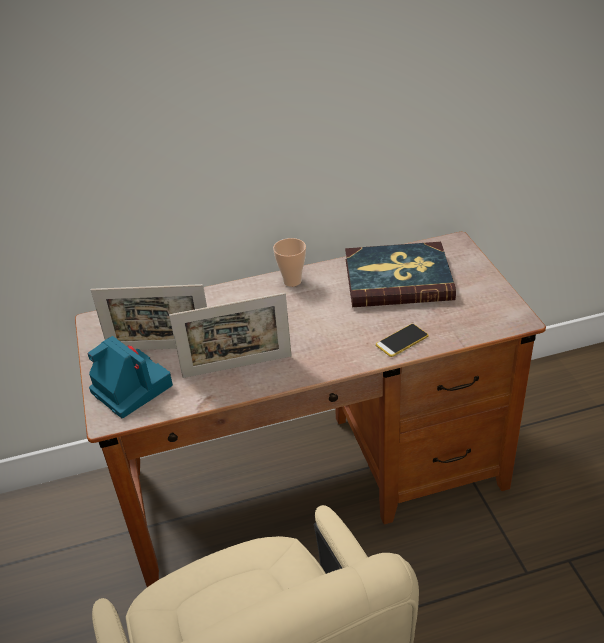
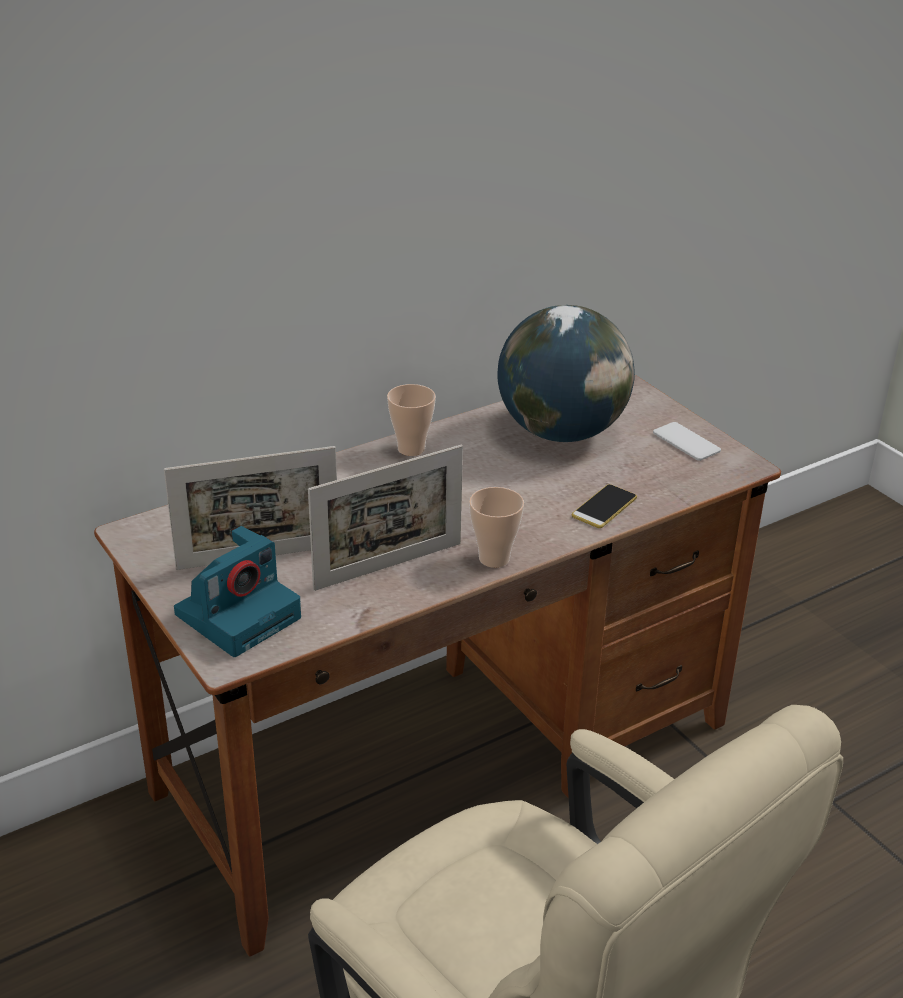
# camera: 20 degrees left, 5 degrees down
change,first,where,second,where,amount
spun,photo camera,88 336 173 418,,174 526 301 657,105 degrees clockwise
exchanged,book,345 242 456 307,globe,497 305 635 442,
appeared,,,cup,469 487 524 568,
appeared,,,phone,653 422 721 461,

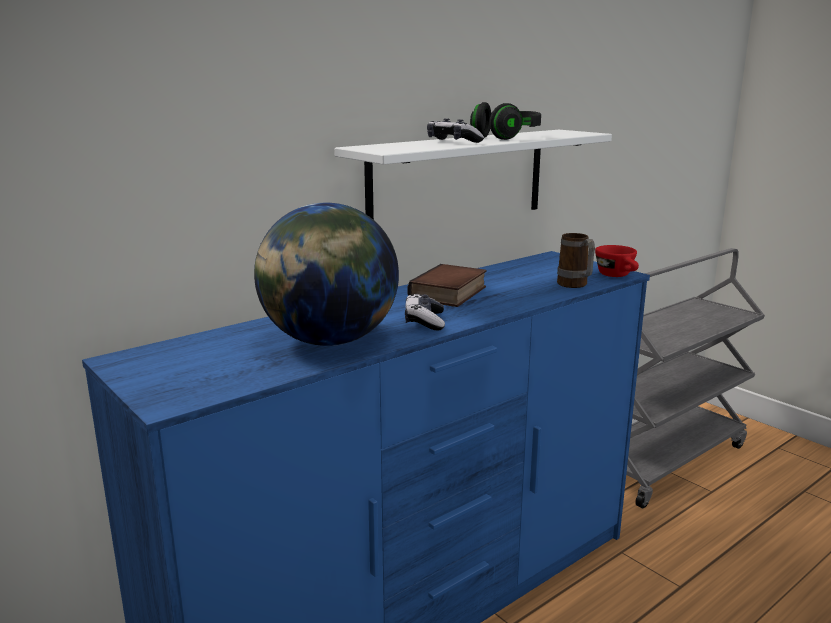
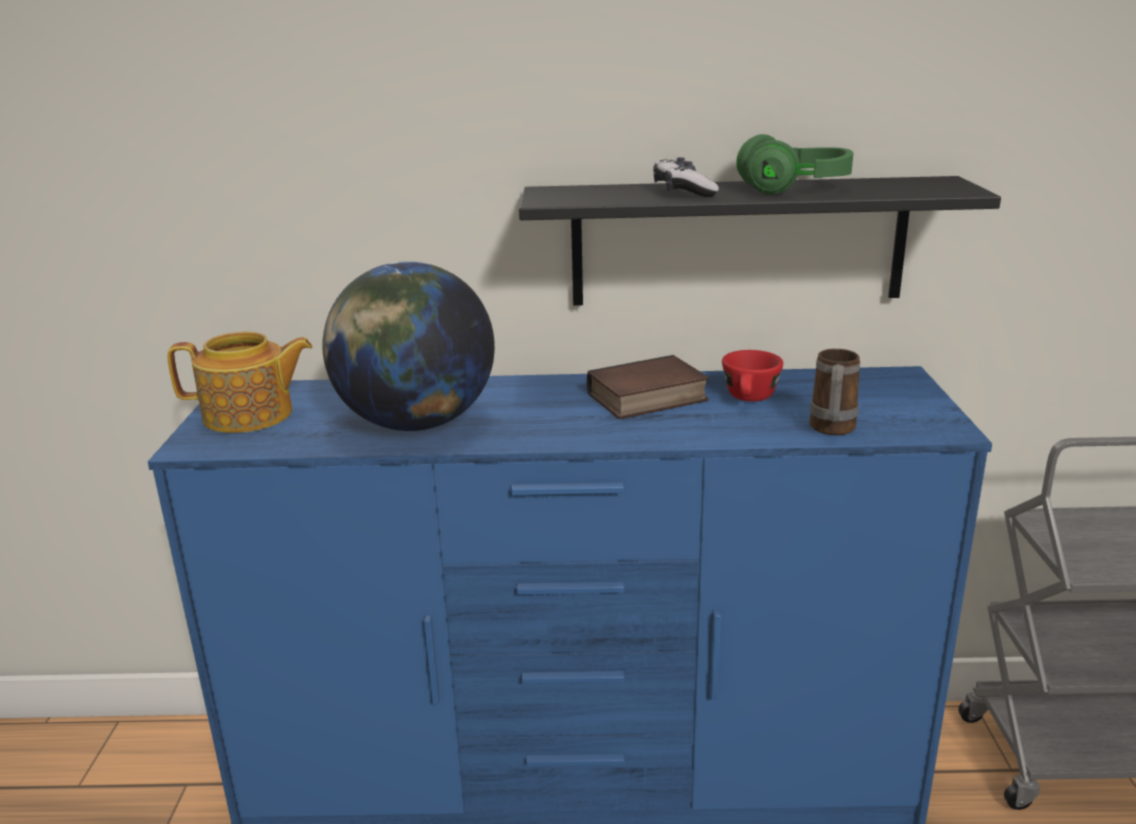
# camera: 40 degrees right, 5 degrees up
change,first,where,second,where,amount
colour,white shelf,334 130 612 220,black shelf,519 176 1001 306,
missing,game controller,405 294 445 330,,,
colour,black headphones,470 102 541 140,green headphones,736 134 853 194,
relocated,red cup,595 245 639 277,,722 350 783 401,
appeared,,,teapot,167 332 313 433,

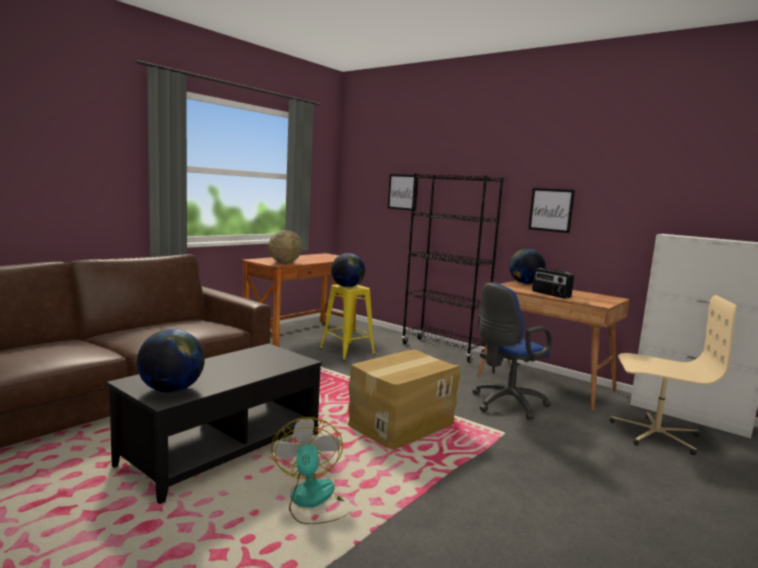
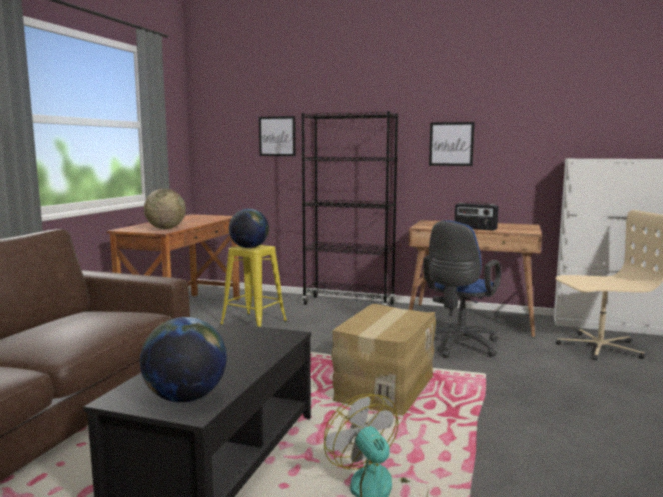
# camera: 20 degrees left, 0 degrees up
change,first,where,second,where,amount
missing,globe,509 249 546 284,,,

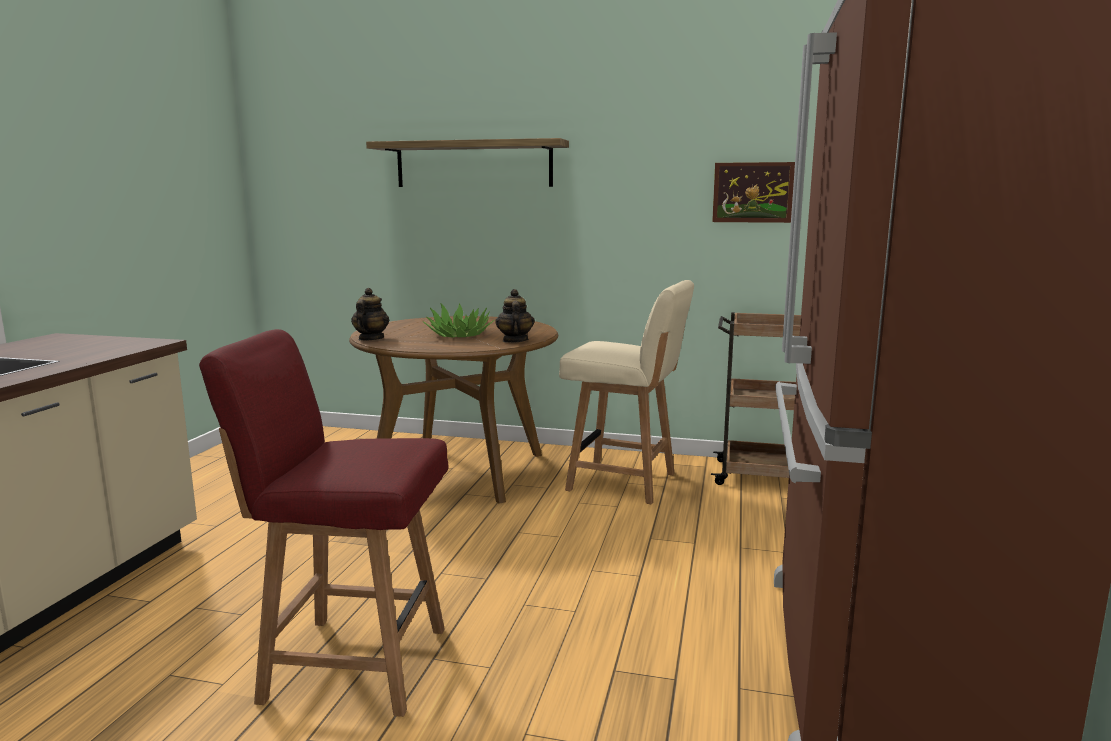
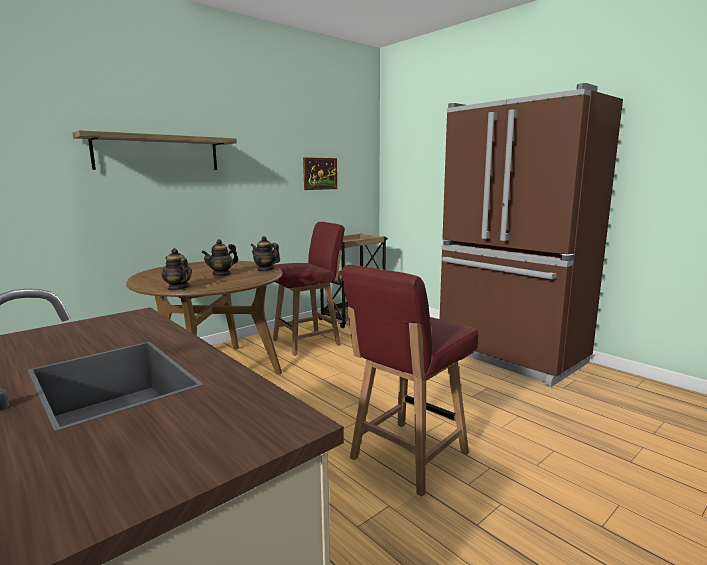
# camera: 55 degrees left, 0 degrees up
change,first,where,second,where,amount
exchanged,potted plant,422 303 494 338,teapot,201 239 238 276,
colour,beige chair,559 280 694 504,red chair,273 222 345 356,

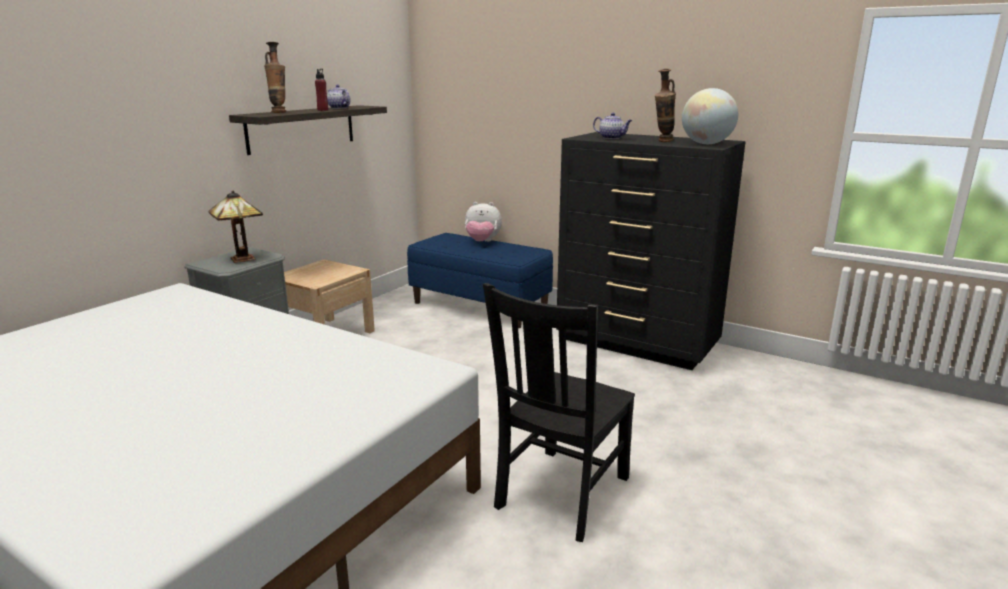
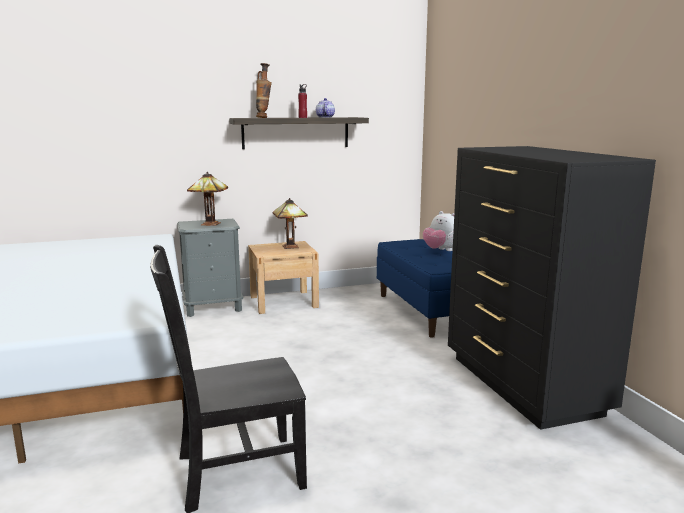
# camera: 40 degrees right, 5 degrees down
change,first,where,second,where,amount
missing,teapot,593 113 632 139,,,
missing,vase,655 69 676 142,,,
missing,globe,682 88 738 144,,,
appeared,,,table lamp,273 198 308 249,

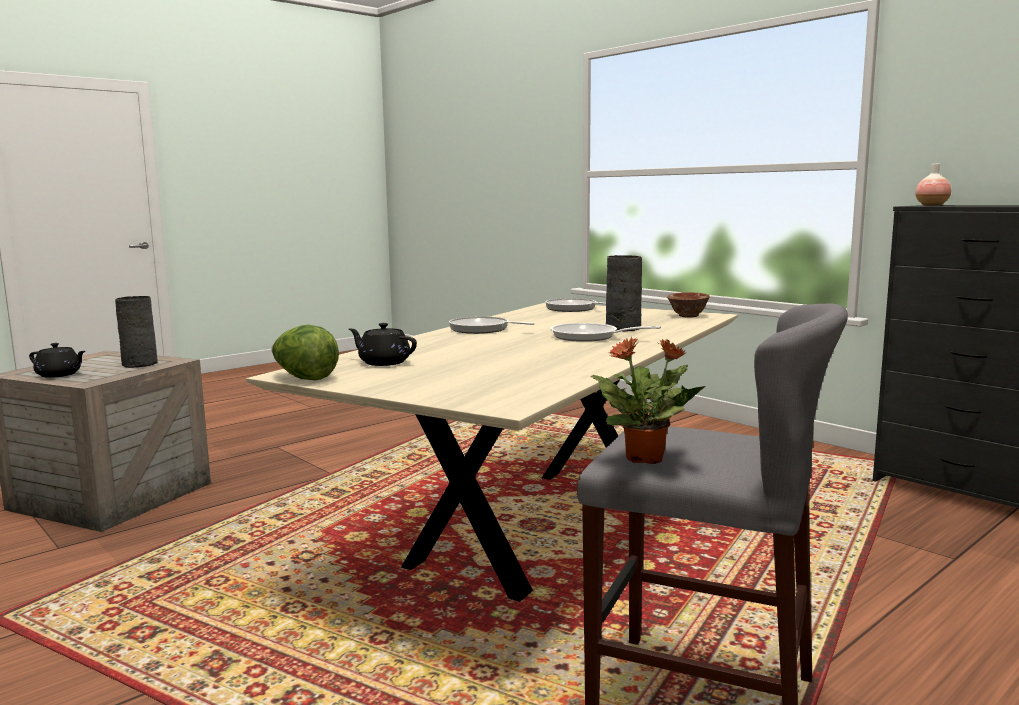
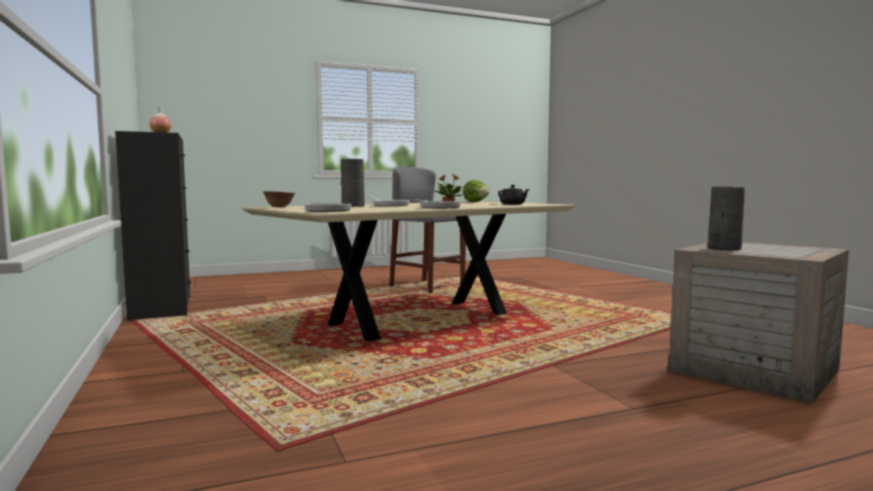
# camera: 160 degrees left, 5 degrees down
change,first,where,second,where,amount
missing,black teapot,29 343 86 378,,,
relocated,lettuce,271 325 339 380,,463 180 489 203,

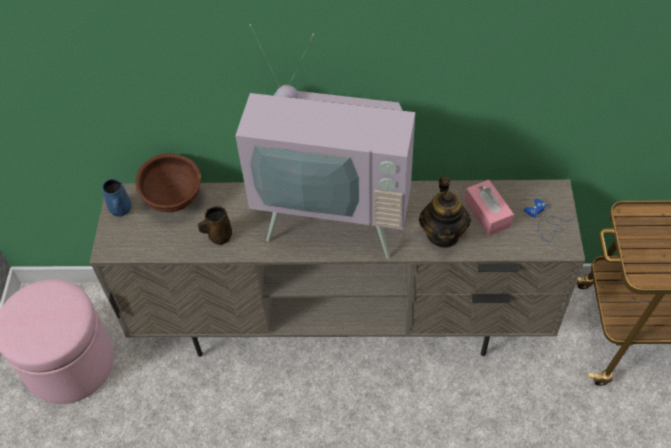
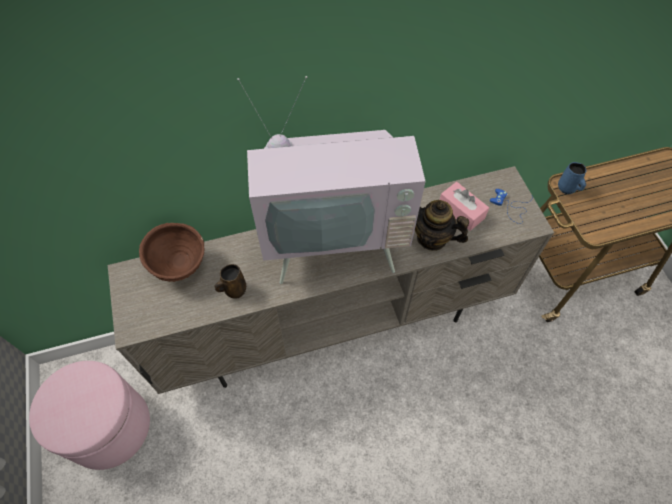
# camera: 20 degrees left, 5 degrees up
change,first,where,second,where,amount
relocated,blue mug,102 178 132 217,,558 162 587 194,
spun,teapot,419 177 471 248,,415 200 469 251,135 degrees clockwise

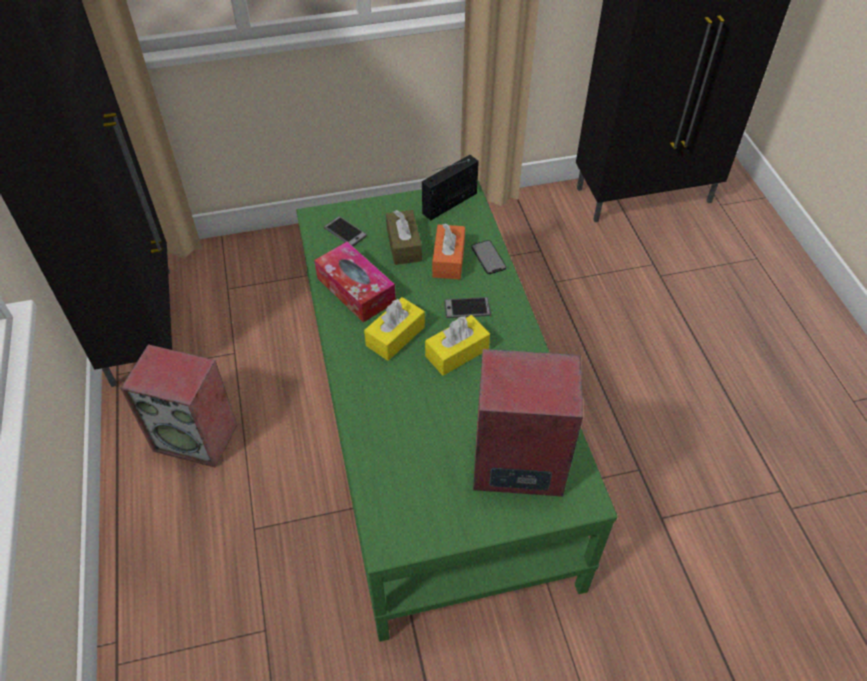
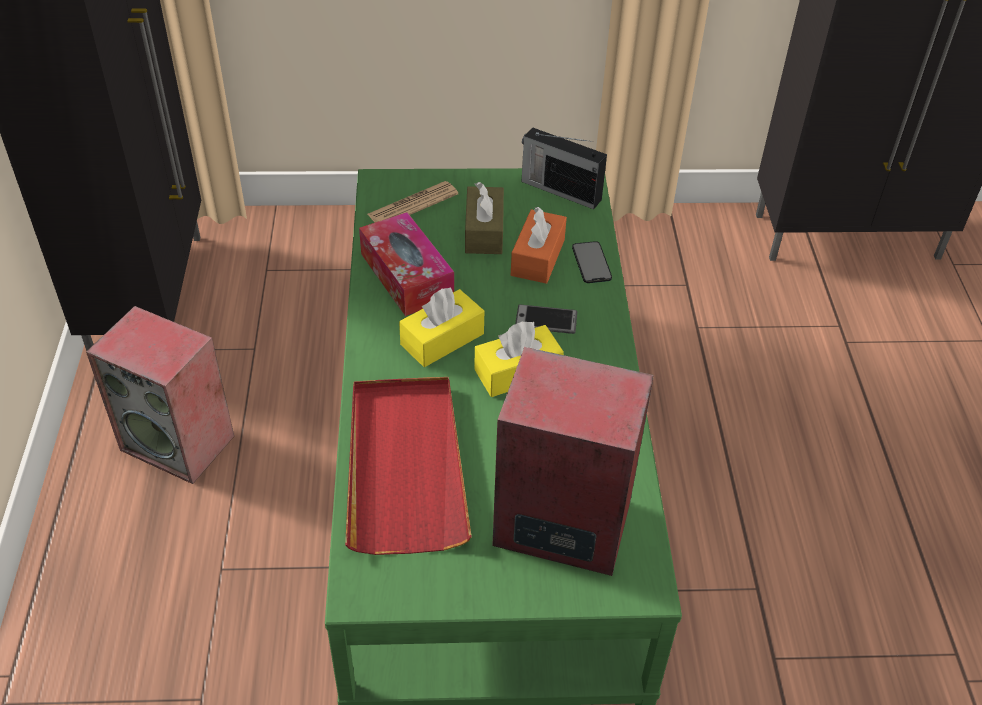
# camera: 10 degrees right, 5 degrees down
change,first,where,second,where,amount
exchanged,phone,324 216 367 246,newspaper,367 181 458 222,
spun,radio,422 155 479 221,,522 127 607 209,120 degrees counterclockwise
appeared,,,red tray,345 377 472 555,

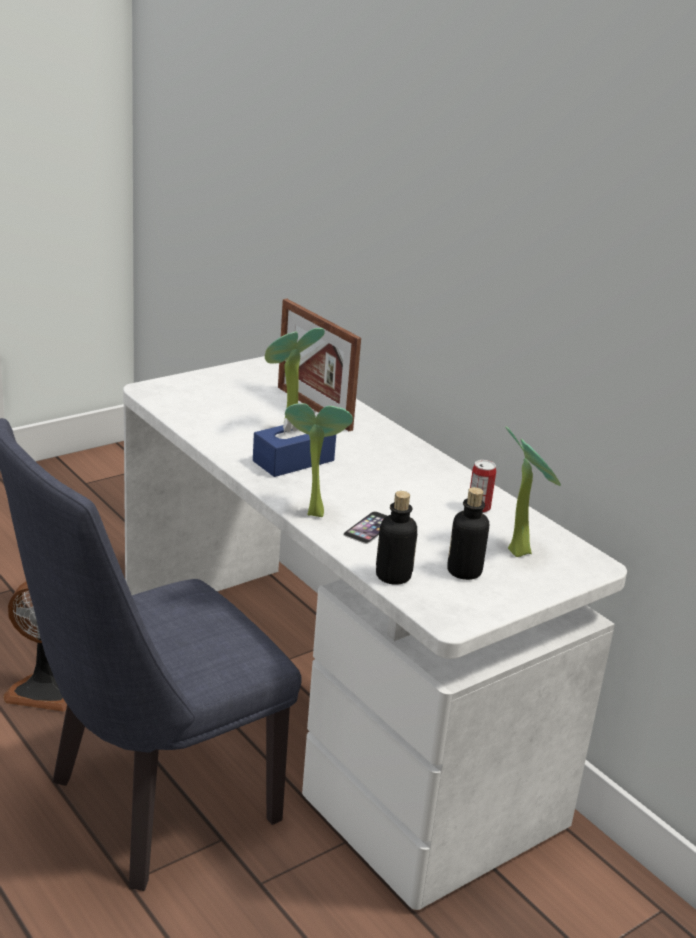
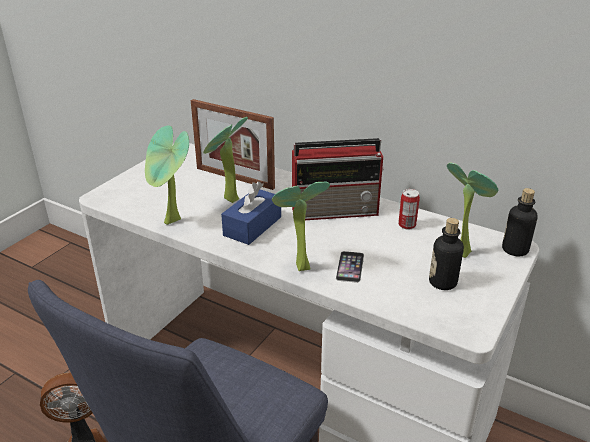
# camera: 20 degrees left, 5 degrees up
change,first,where,second,where,amount
relocated,bottle,376 491 417 585,,502 188 538 256,
appeared,,,potted plant,145 126 189 225,
appeared,,,radio,292 138 384 220,

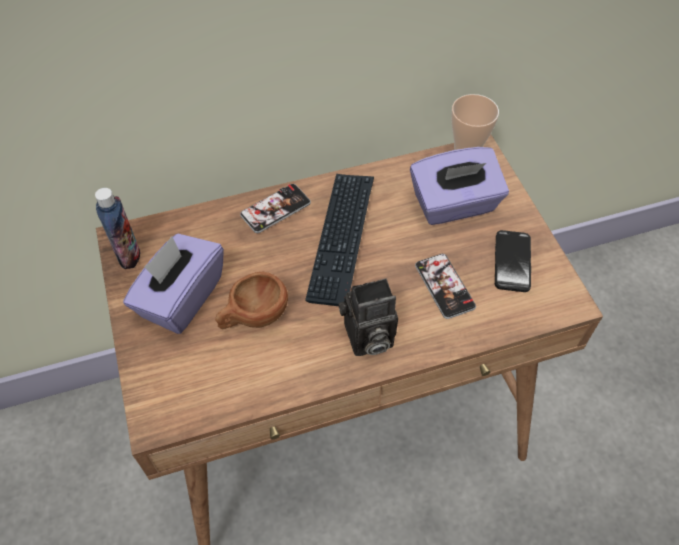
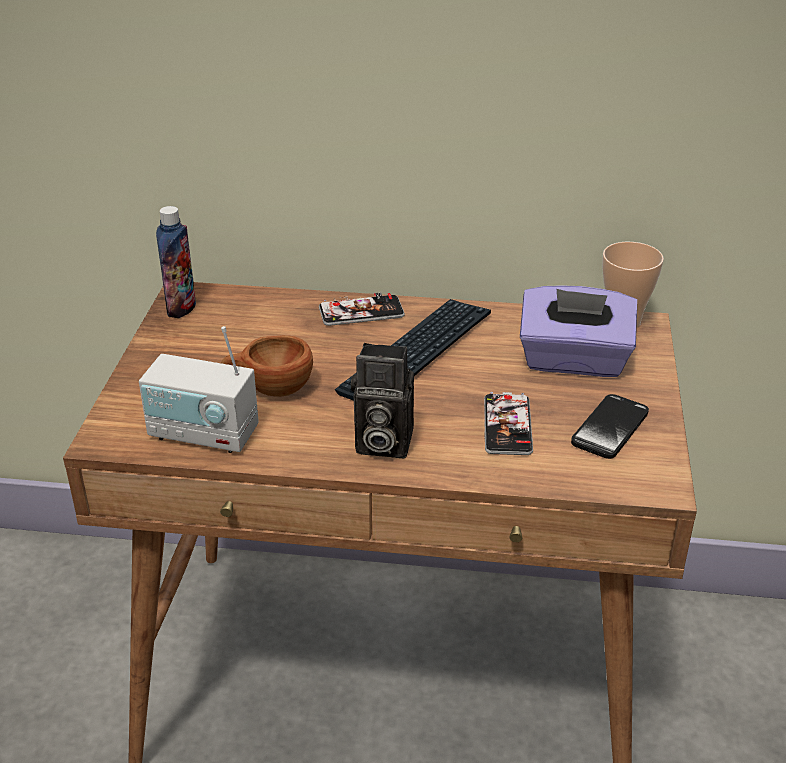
# camera: 25 degrees right, 20 degrees down
change,first,where,second,where,amount
missing,purple tissue box,123 234 224 334,,,
appeared,,,radio,139 326 259 453,

